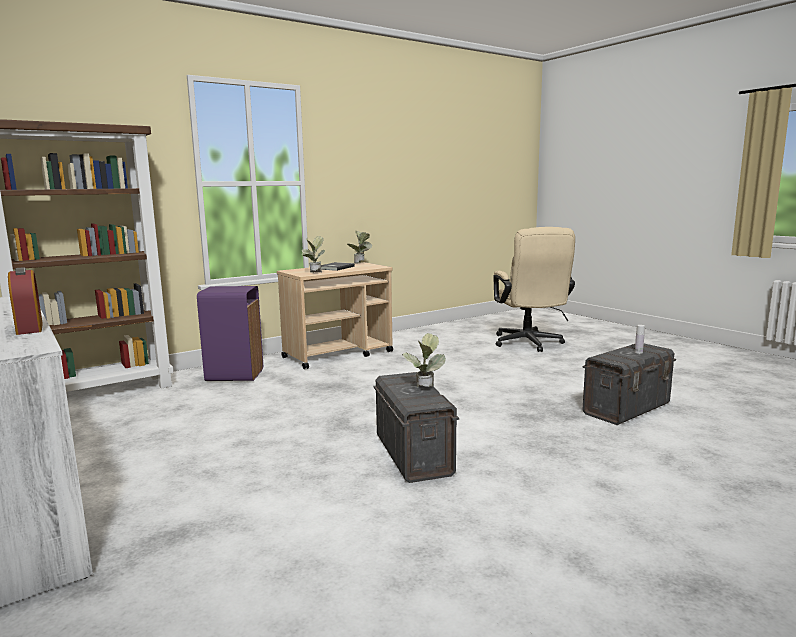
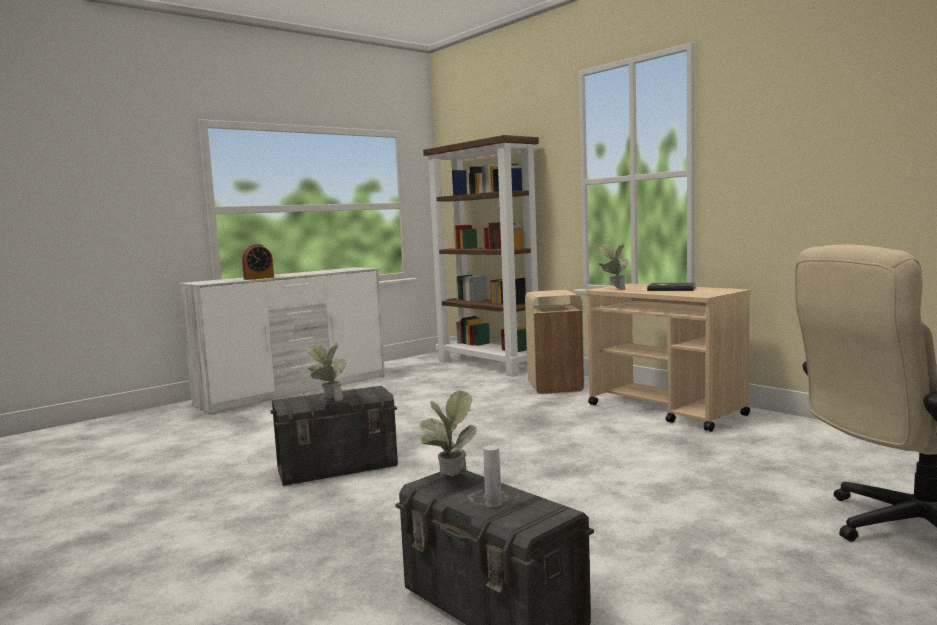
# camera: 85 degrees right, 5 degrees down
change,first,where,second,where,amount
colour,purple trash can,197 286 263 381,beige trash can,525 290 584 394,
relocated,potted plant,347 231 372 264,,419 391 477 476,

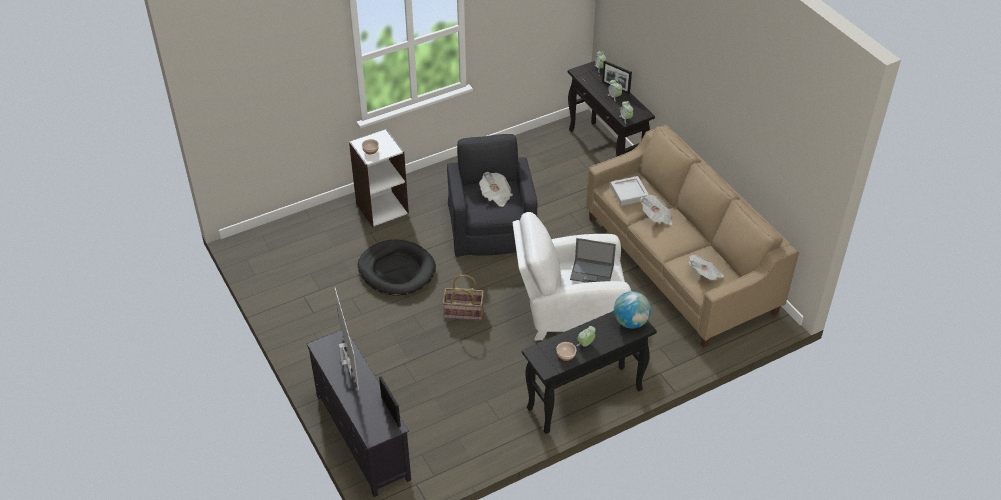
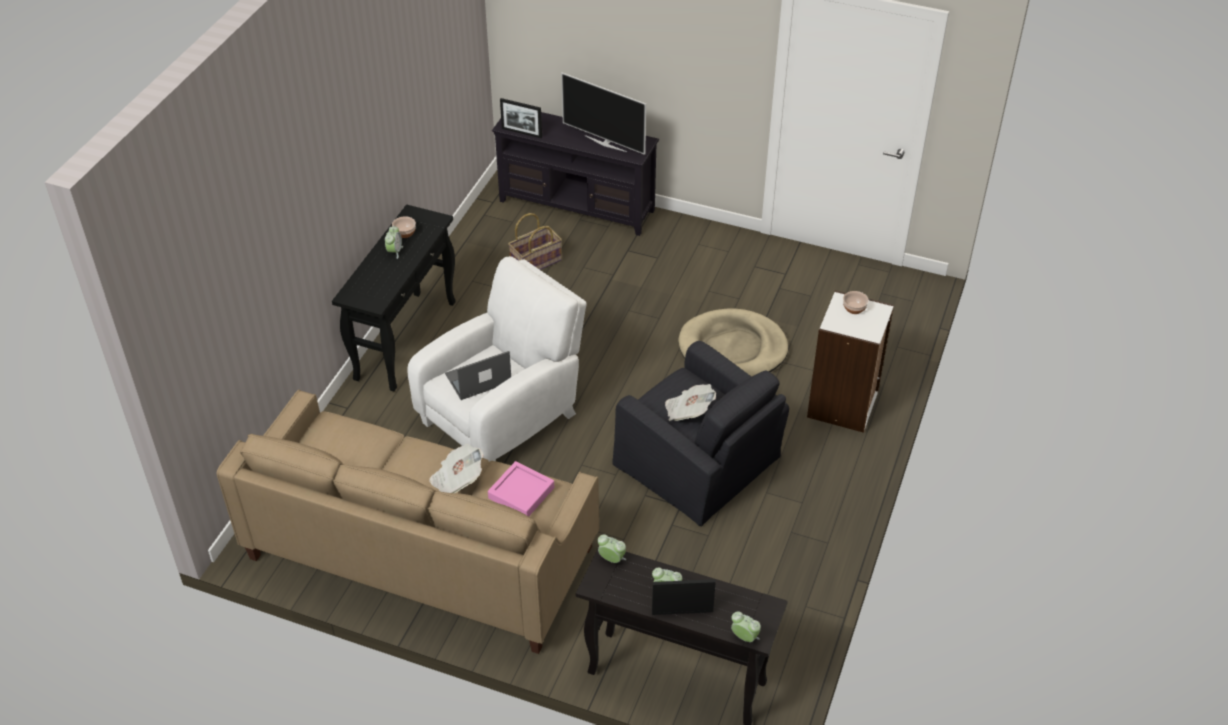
# camera: 140 degrees right, 0 degrees up
change,first,where,second,where,amount
colour,black dog bed,358 240 436 295,beige dog bed,678 308 788 377,
relocated,basket,443 275 484 321,,508 213 562 270,
colour,grey tray,610 176 649 206,pink tray,488 461 554 516,
missing,globe,614 291 651 329,,,
missing,newspaper,689 255 724 281,,,

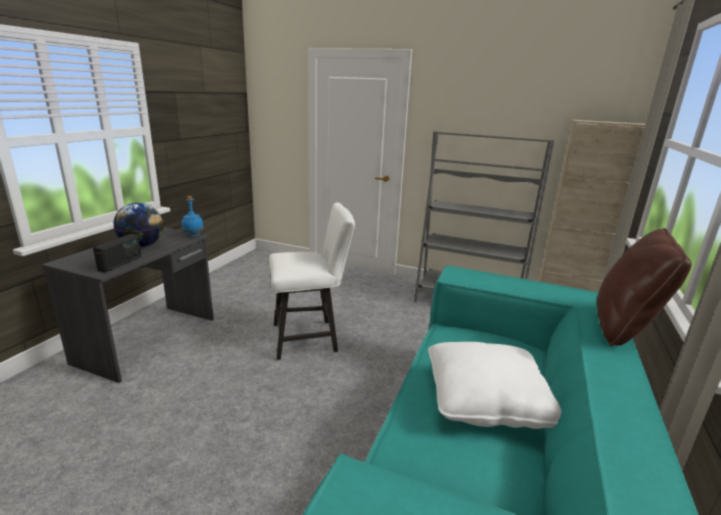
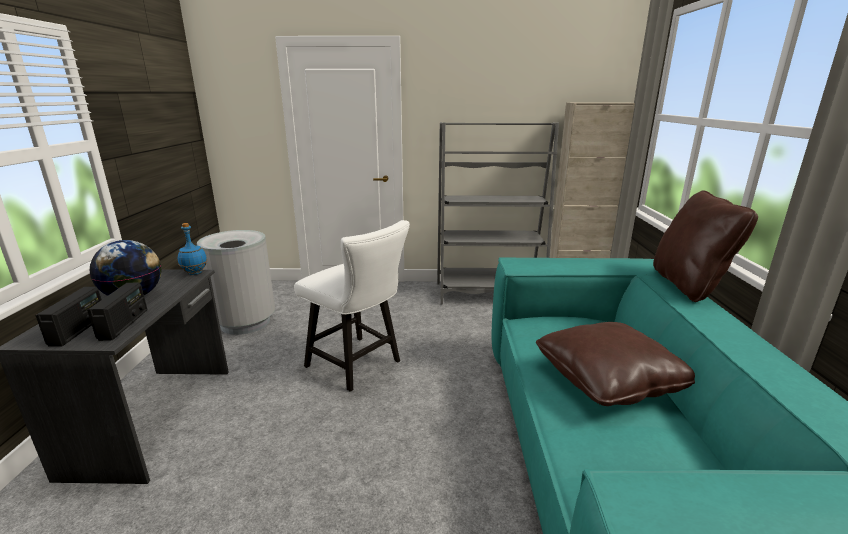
# camera: 20 degrees left, 0 degrees up
change,first,where,second,where,amount
spun,white chair,269 203 355 360,,294 220 410 392,75 degrees clockwise
colour,white pillow,428 342 561 429,brown pillow,536 322 695 406,
appeared,,,radio,35 287 102 347,
appeared,,,grey trash can,197 230 275 335,

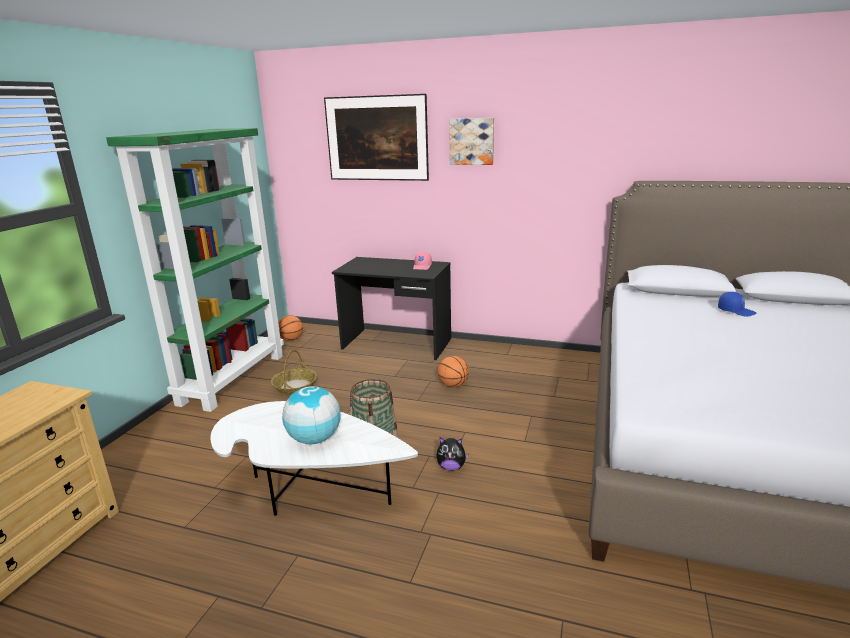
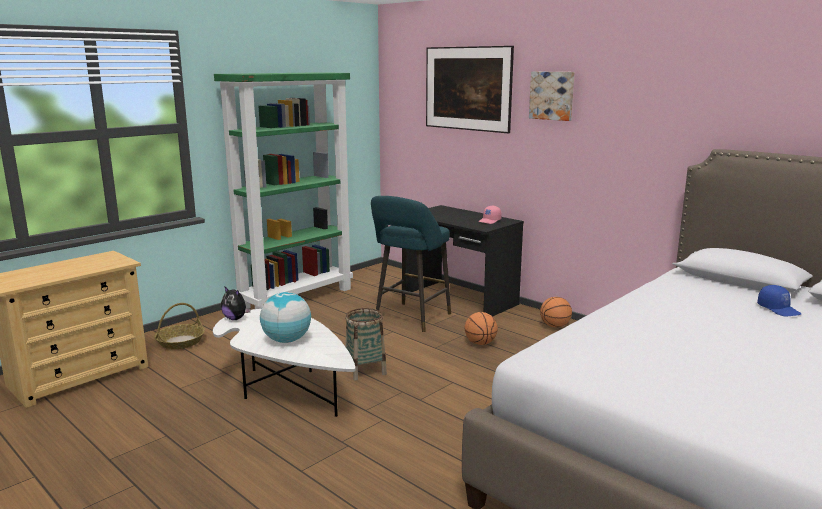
# camera: 25 degrees right, 5 degrees down
change,first,where,second,where,amount
relocated,basket,271 350 317 395,,154 303 205 349,
relocated,basketball,278 315 303 341,,540 297 572 327,
relocated,plush toy,436 438 469 471,,221 286 250 320,
appeared,,,turquoise stool,371 196 451 332,

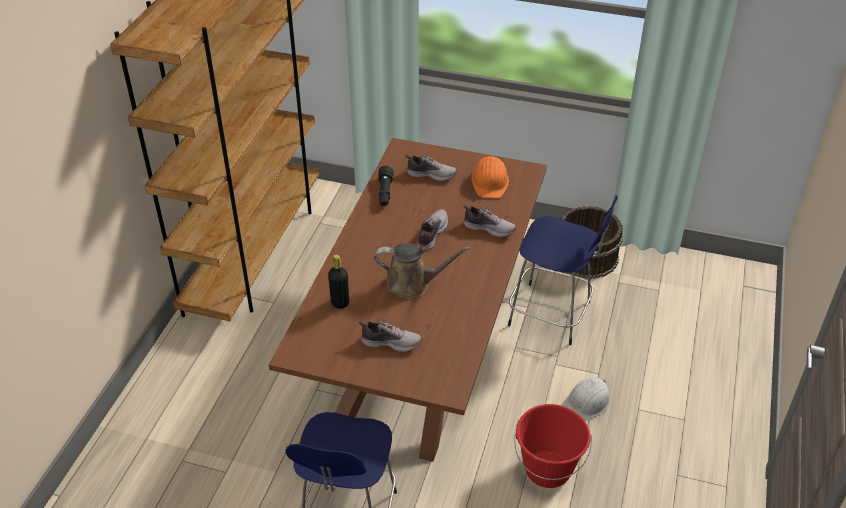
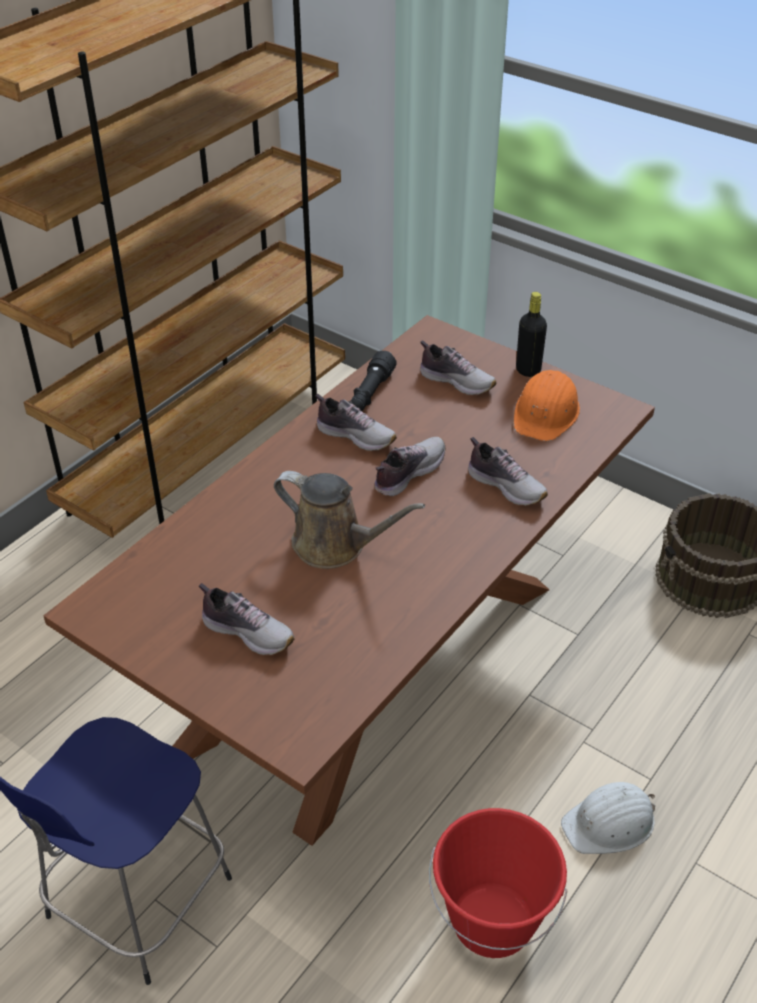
# camera: 20 degrees right, 0 degrees up
change,first,where,second,where,amount
relocated,black bottle,328 255 349 309,,516 292 547 377,
missing,blue stool,508 195 618 345,,,
appeared,,,shoe,315 394 397 451,

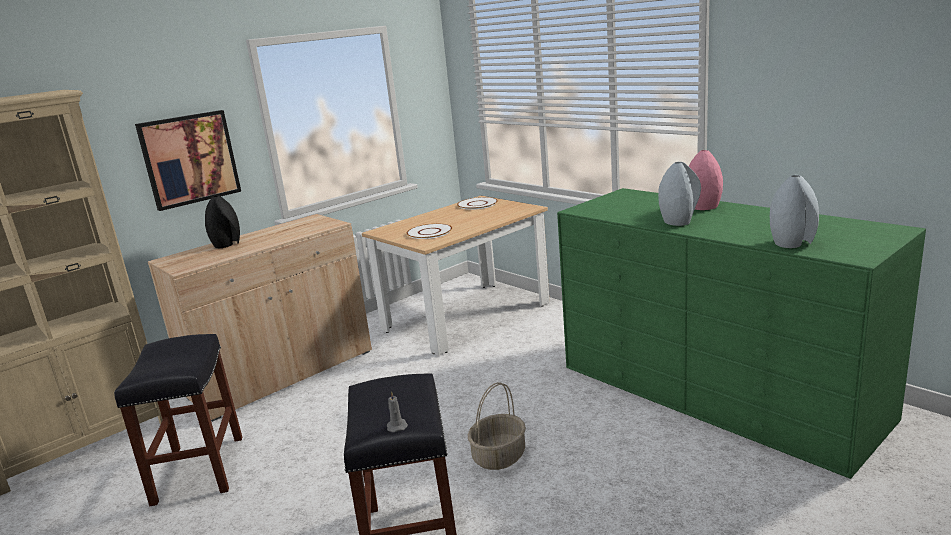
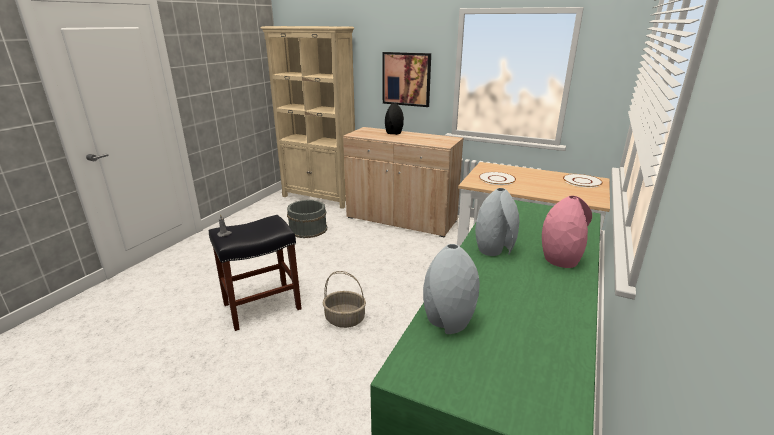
# camera: 65 degrees right, 5 degrees up
change,first,where,second,where,amount
exchanged,black stool,114 334 242 506,grey bucket,287 200 327 238,

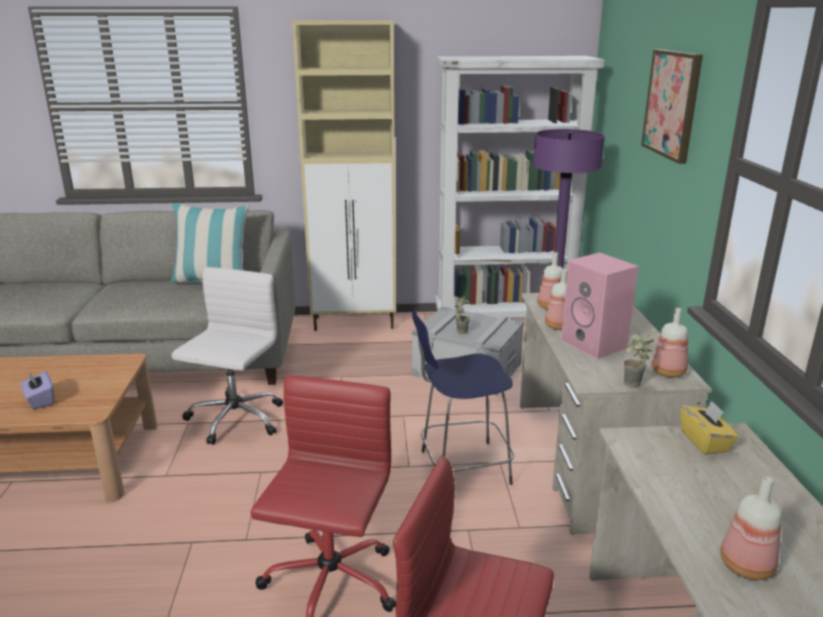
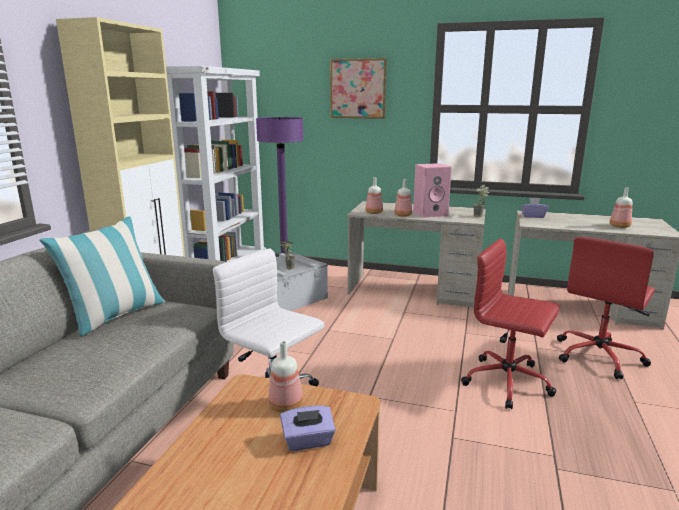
# camera: 70 degrees left, 5 degrees down
change,first,where,second,where,amount
missing,blue stool,412 309 515 485,,,
relocated,bottle,652 308 688 378,,268 341 303 413,
colour,yellow tissue box,680 400 738 454,purple tissue box,521 198 548 218,

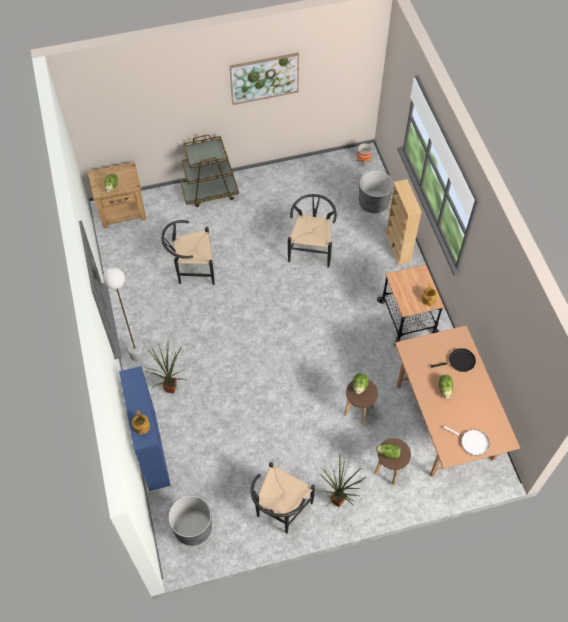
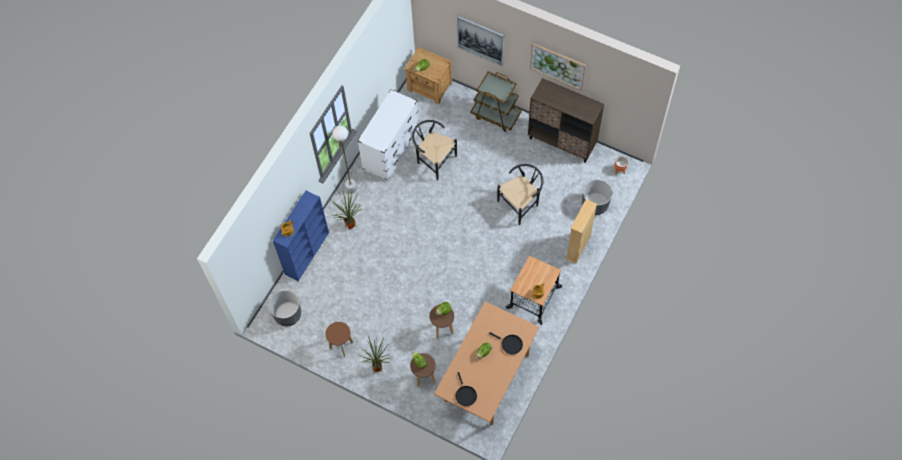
# camera: 45 degrees right, 5 degrees up
change,first,where,second,where,amount
exchanged,black chair,250 462 315 534,brown stool,325 322 353 357,
colour,white frying pan,443 426 490 456,black frying pan,456 372 477 406,
appeared,,,white dresser,358 89 419 181,
appeared,,,picture,457 16 504 66,
appeared,,,brown cabinet,528 78 604 163,

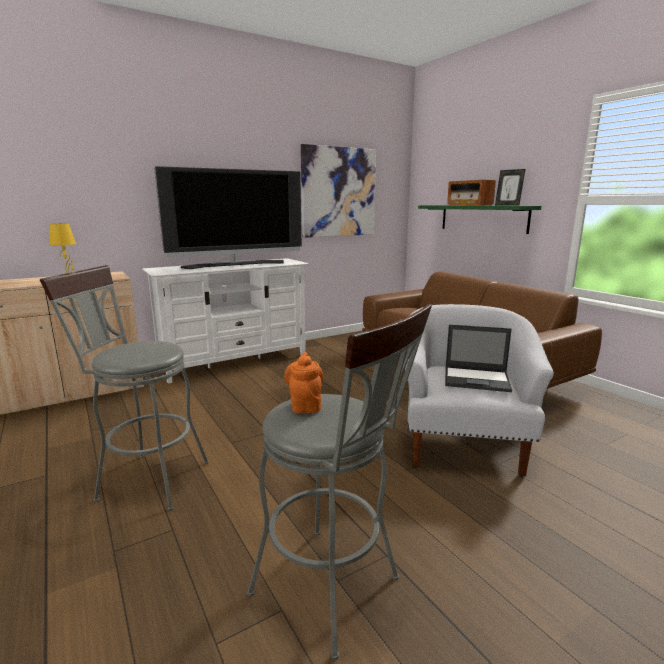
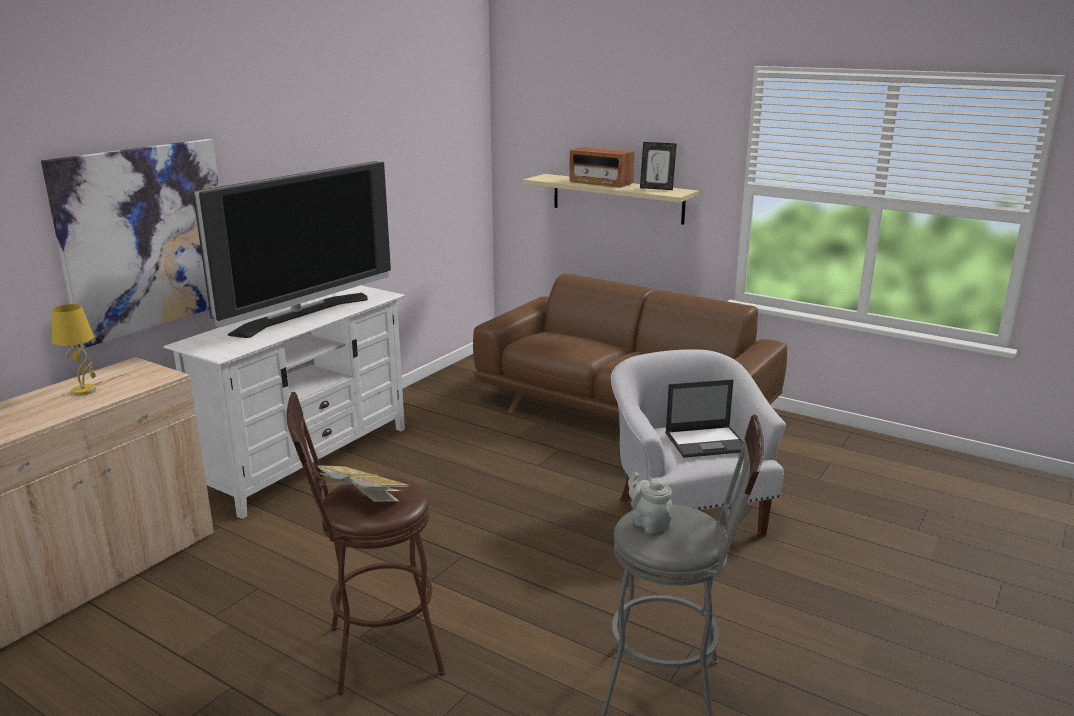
# camera: 25 degrees left, 5 degrees up
change,first,where,second,where,amount
colour,grey stool,40 265 209 511,brown stool,286 392 445 695,
colour,orange teapot,284 352 323 413,grey teapot,628 472 672 534,
relocated,picture,301 144 376 238,,41 139 219 349,
colour,green shelf,418 205 541 234,beige shelf,523 174 699 225,
appeared,,,book,316 465 410 502,

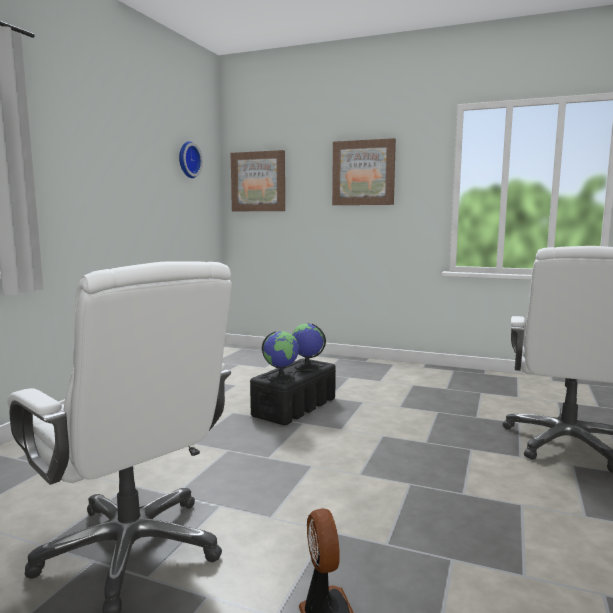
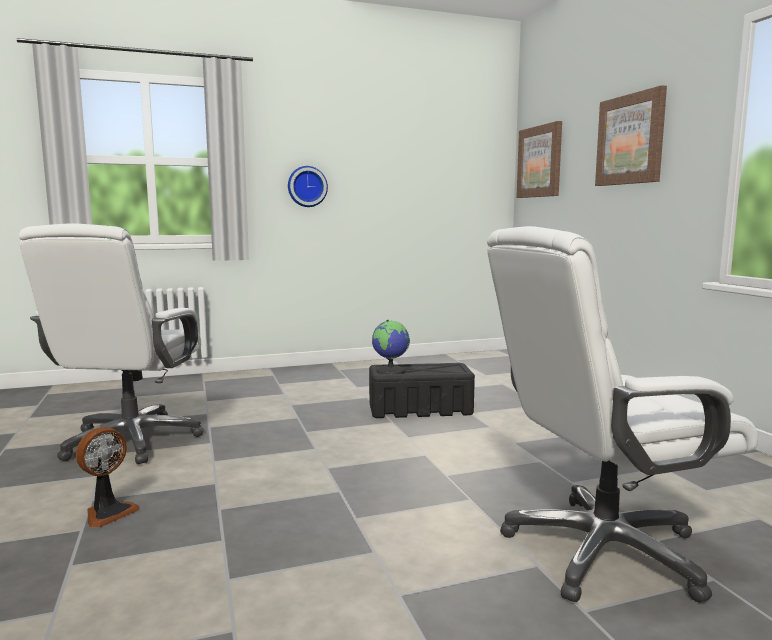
# camera: 50 degrees right, 0 degrees up
change,first,where,second,where,amount
relocated,wall clock,179 141 203 178,,288 166 328 207,
missing,globe,292 323 326 371,,,

